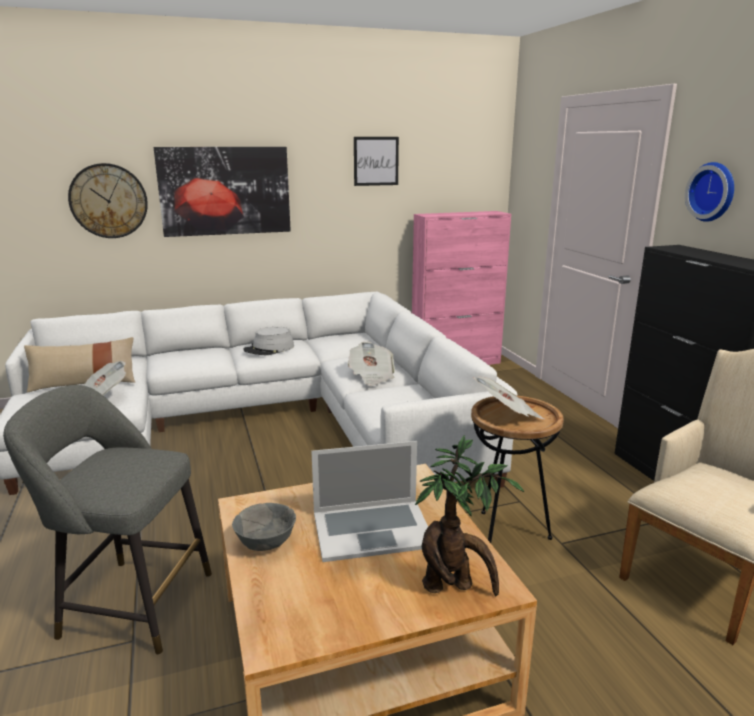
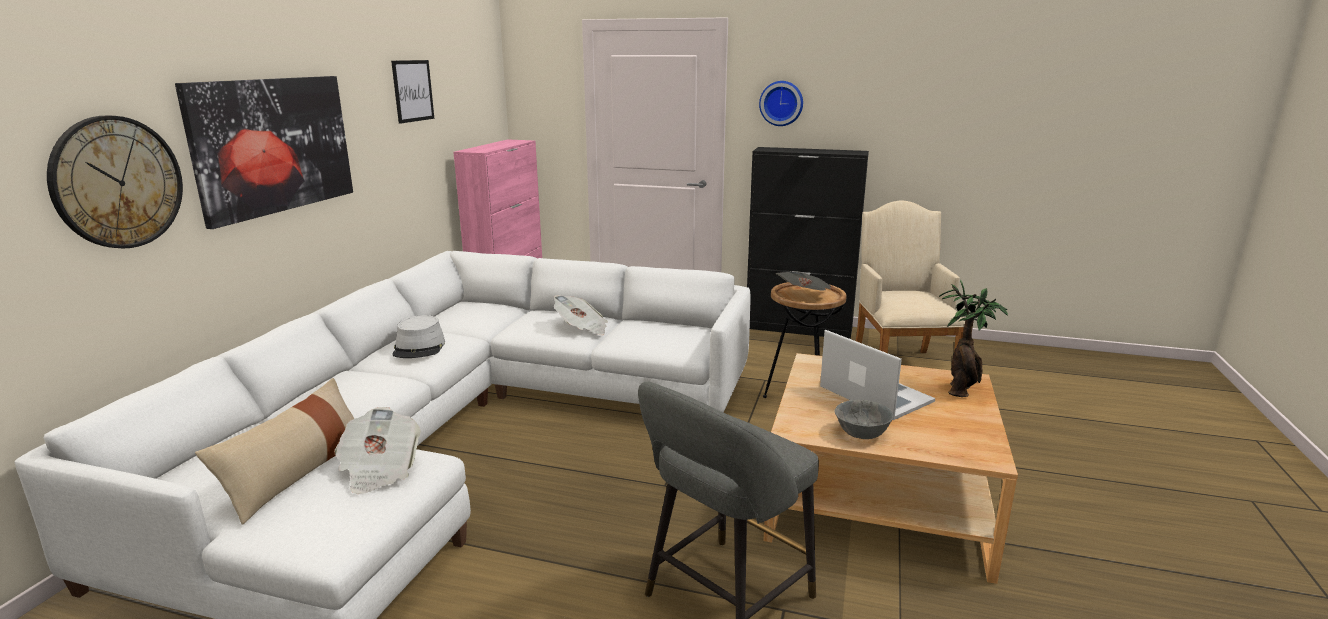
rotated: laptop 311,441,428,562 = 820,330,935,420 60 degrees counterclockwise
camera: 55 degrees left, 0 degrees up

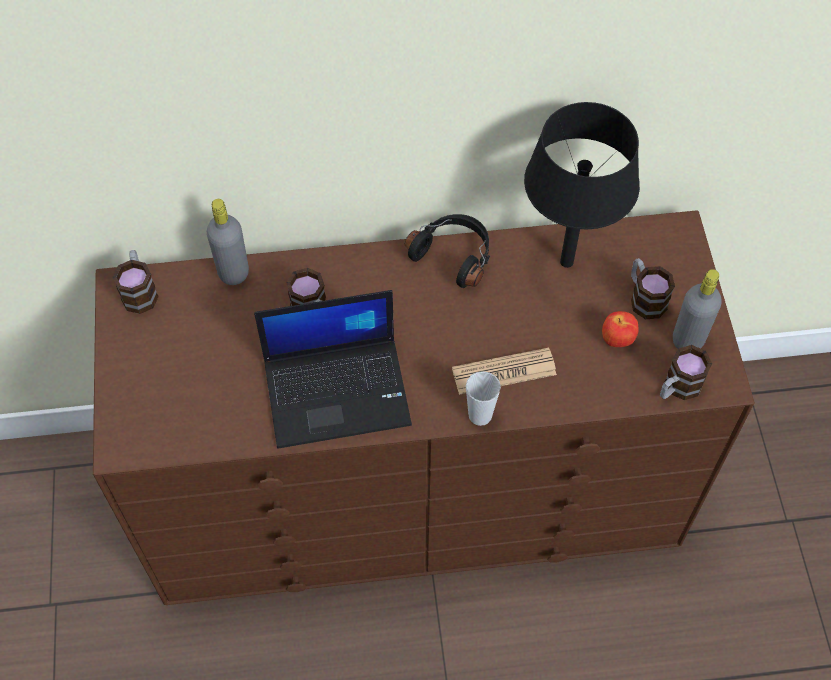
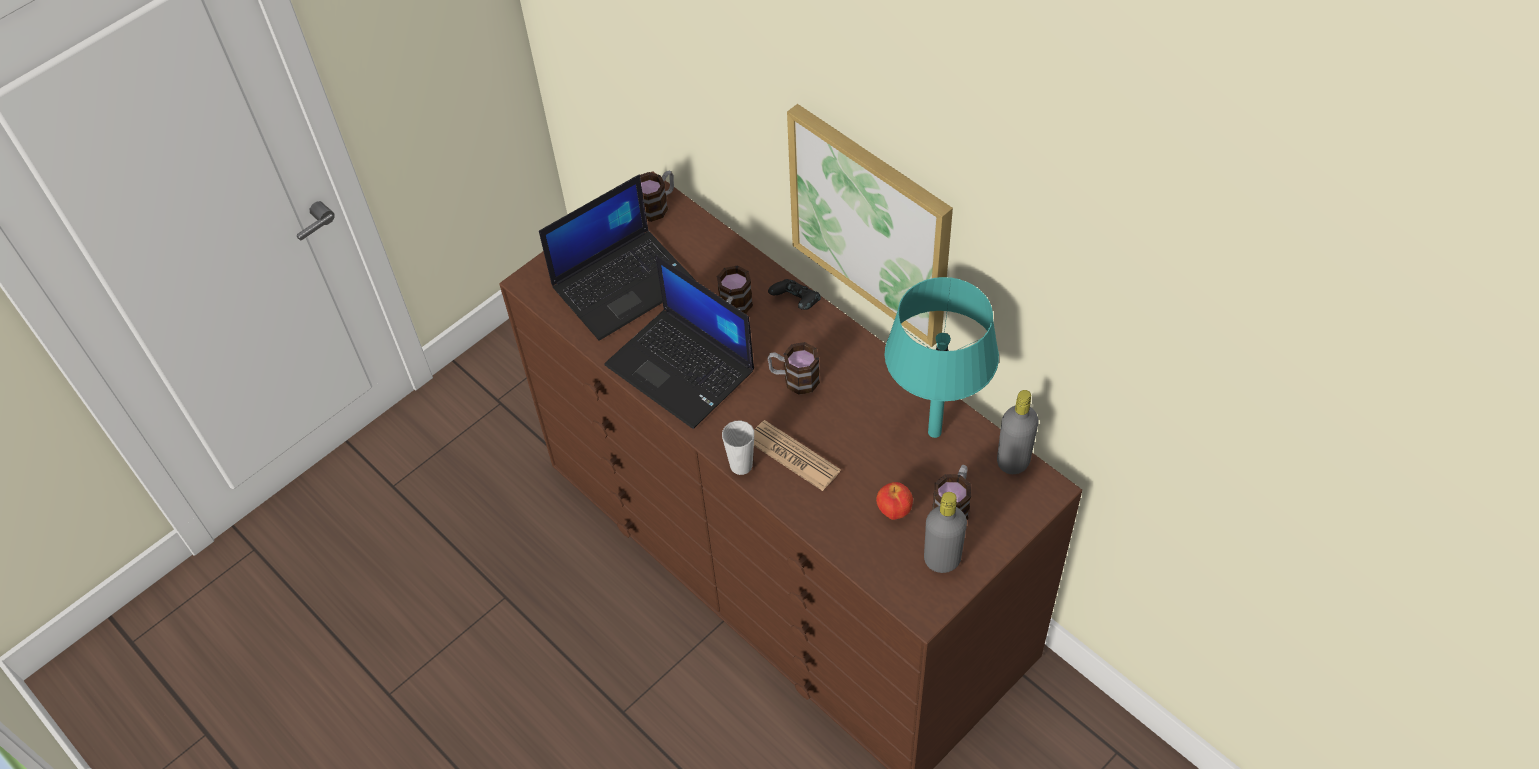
gone: black headphones 405,214,490,288
new: laptop 539,175,696,341; black game controller 768,279,821,310; picture 787,104,953,347
shifted: mug 660,345,712,400 to 768,342,820,394; grey bottle 207,199,249,285 to 997,390,1039,474
repainted: black table lamp 524,102,640,268 to turquoise table lamp 885,277,999,438
camera: 55 degrees right, 5 degrees down

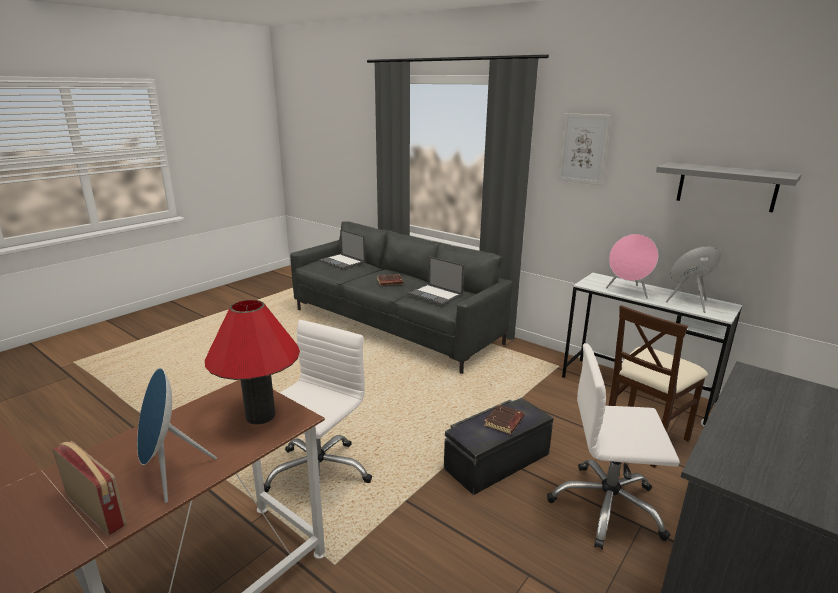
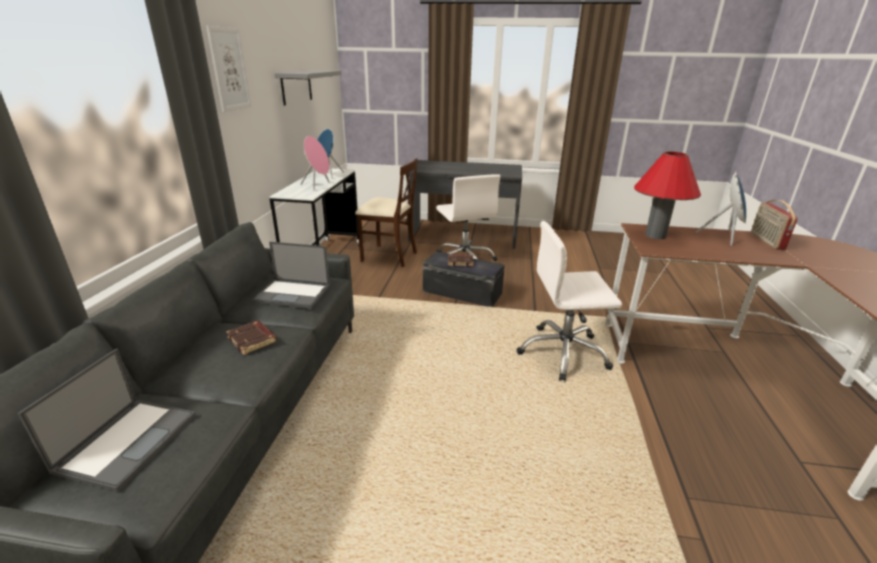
rotated: laptop 408,256,464,306 = 252,241,330,309 90 degrees clockwise
camera: 120 degrees left, 5 degrees up

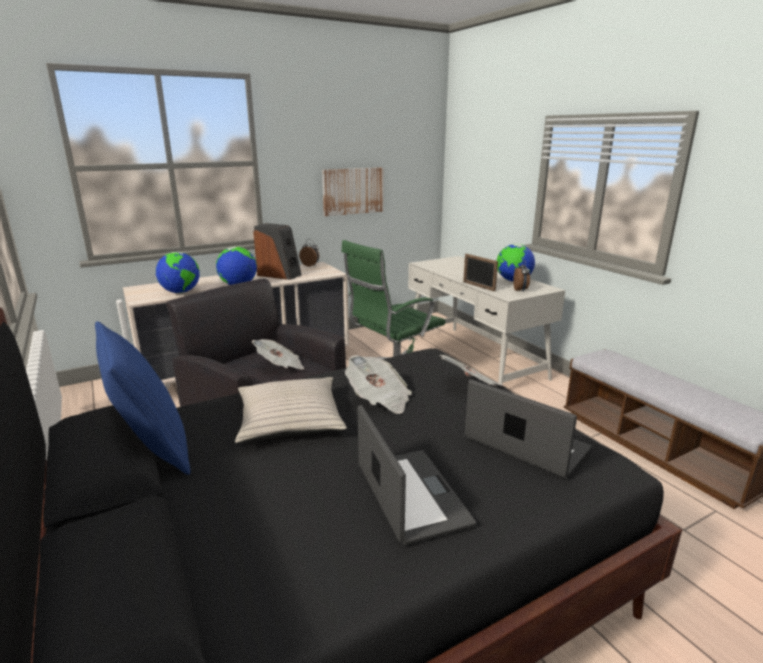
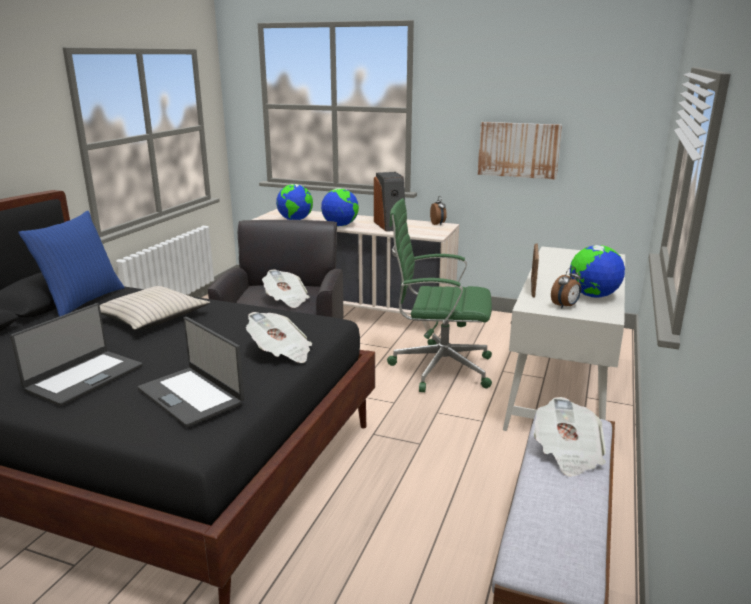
shifted: newspaper 345,355,412,414 to 534,397,606,477
rotated: laptop 465,379,592,478 = 138,317,244,427 135 degrees clockwise
camera: 50 degrees right, 0 degrees up

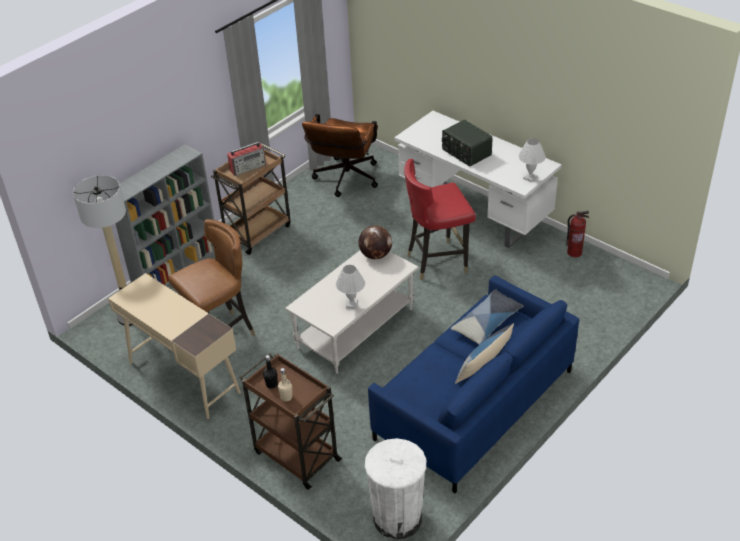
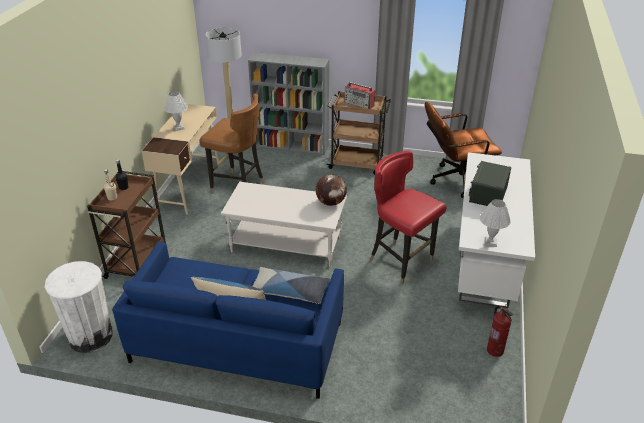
shifted: white table lamp 336,265,365,309 to 164,91,188,131
camera: 60 degrees right, 5 degrees down

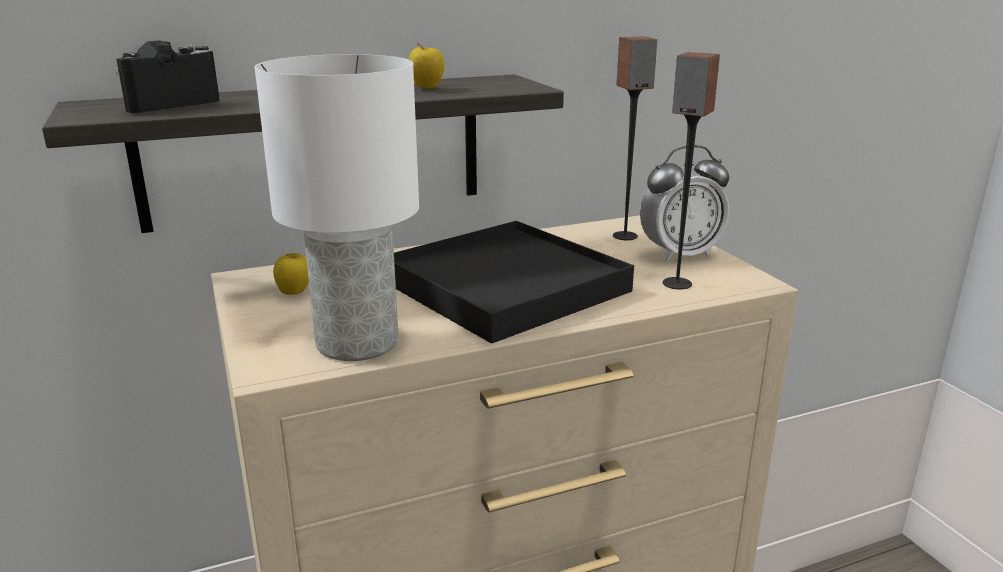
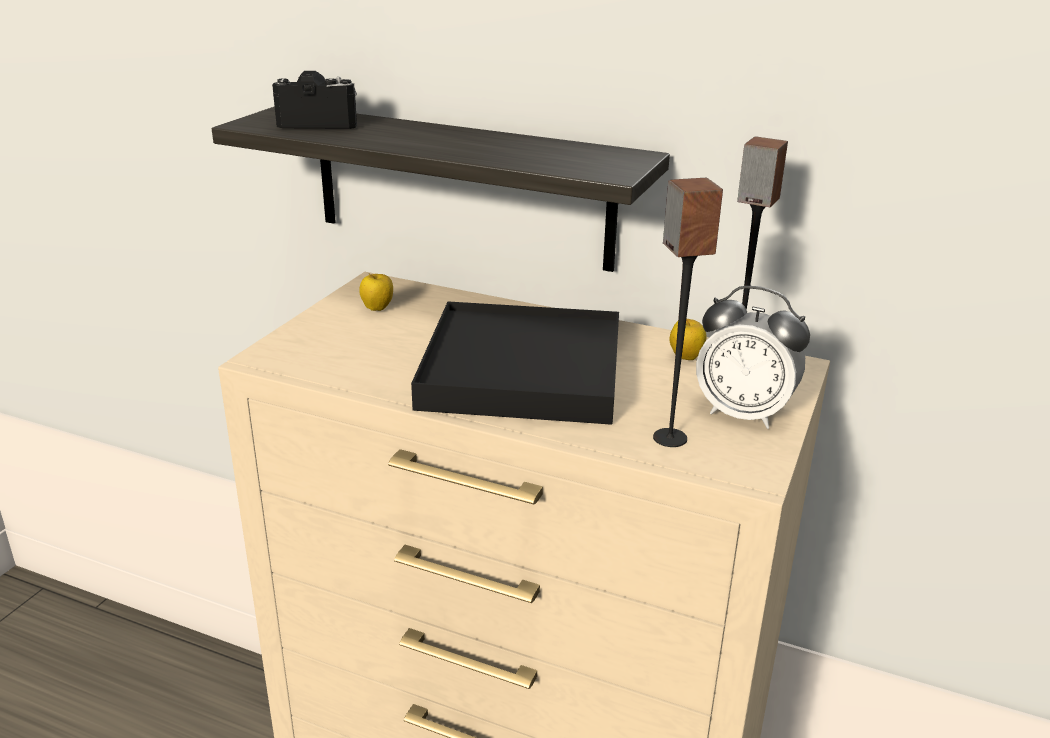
gone: white table lamp 255,54,419,361
shifted: apple 409,43,444,89 to 669,319,706,360
camera: 45 degrees right, 5 degrees up

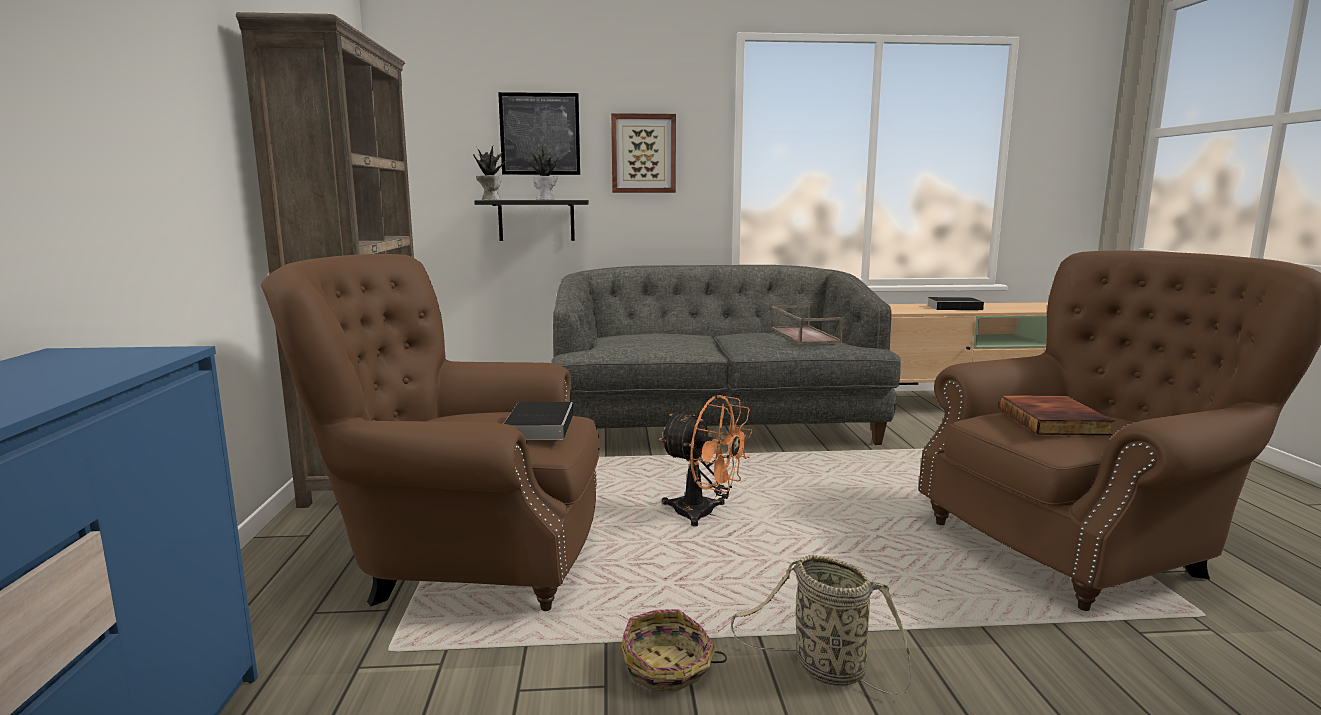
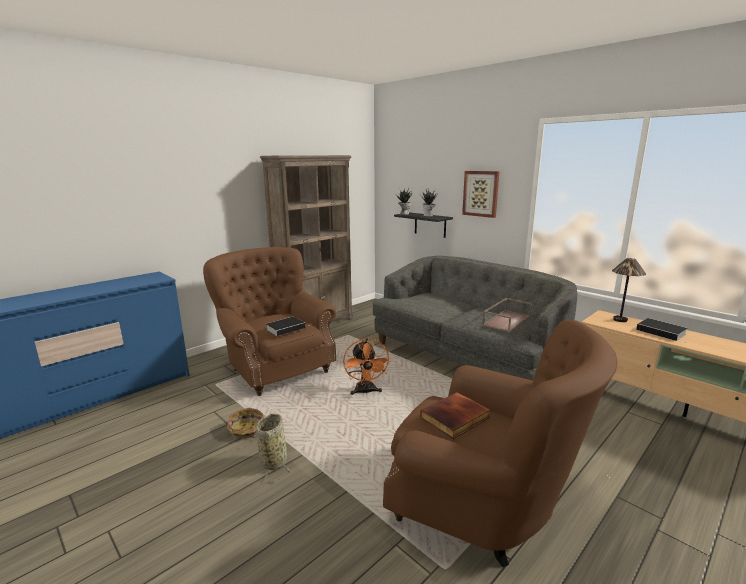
gone: picture 498,92,580,175
new: table lamp 612,258,646,322
camera: 50 degrees right, 5 degrees up

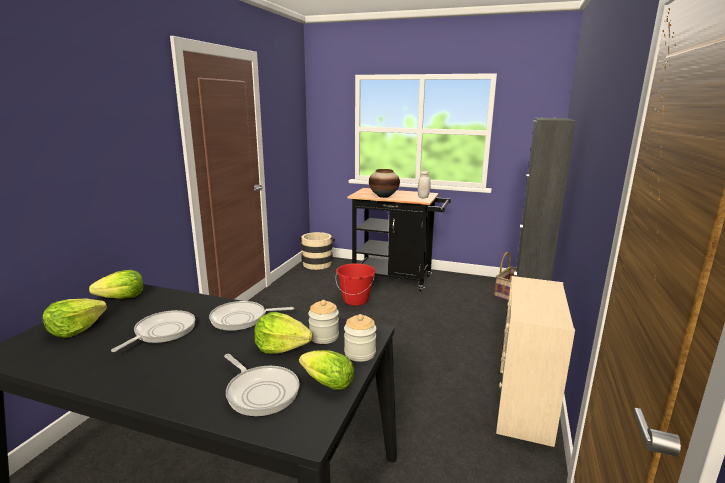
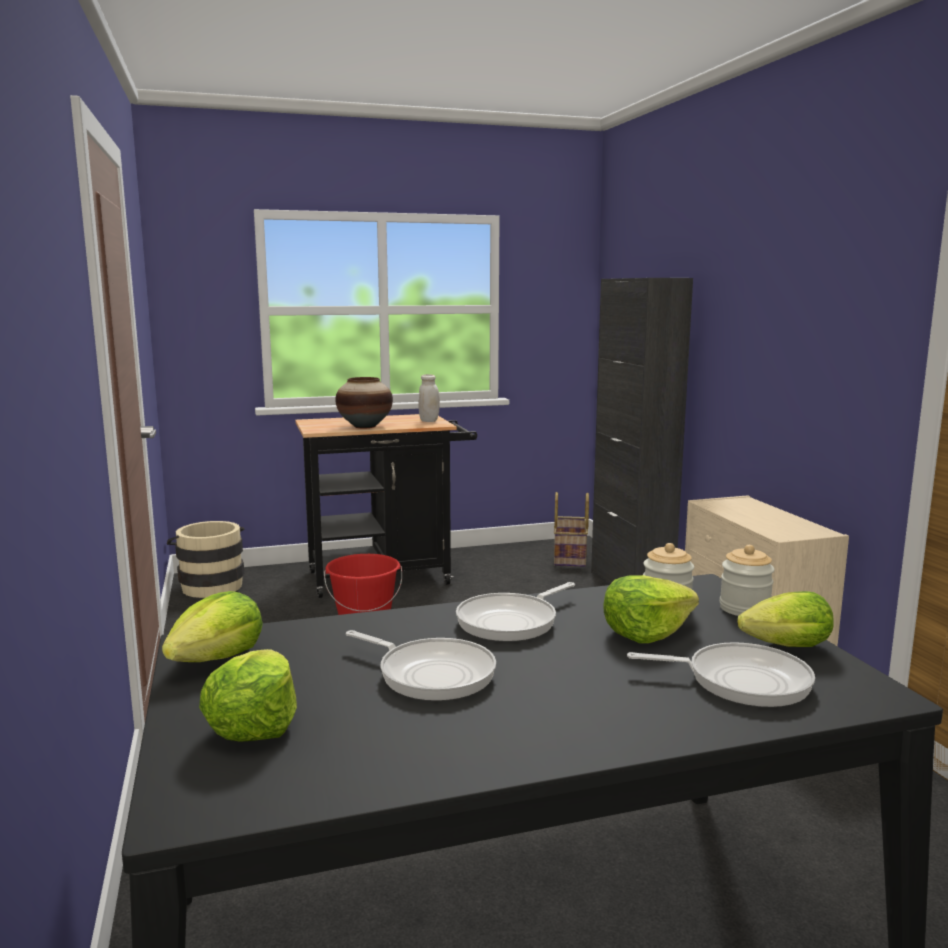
rotated: frying pan 111,310,195,352 = 346,630,496,701 135 degrees clockwise
camera: 35 degrees left, 5 degrees down

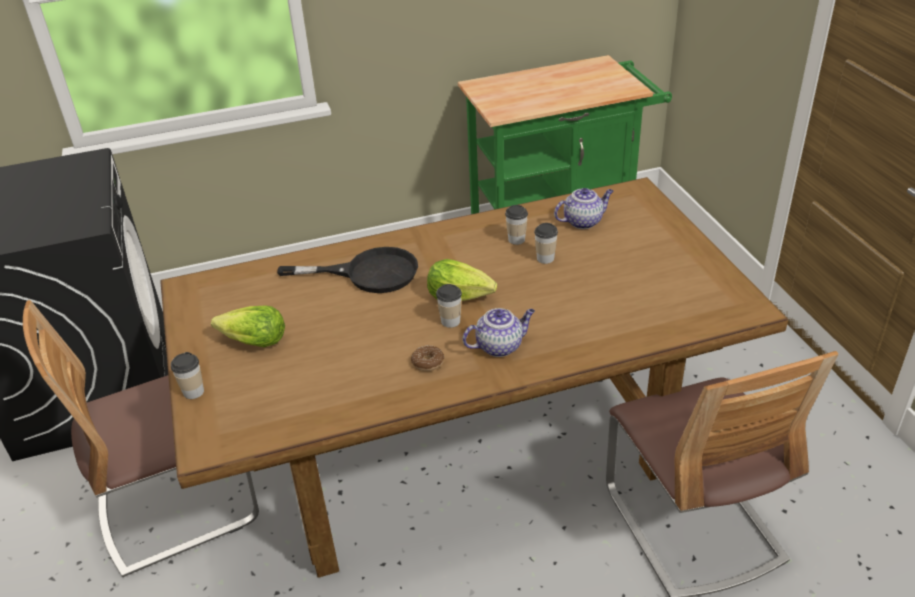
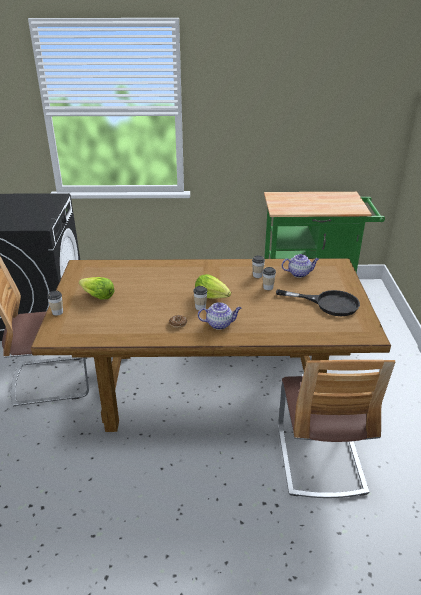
shifted: black frying pan 277,247,418,293 to 276,289,360,316
camera: 15 degrees right, 5 degrees down

